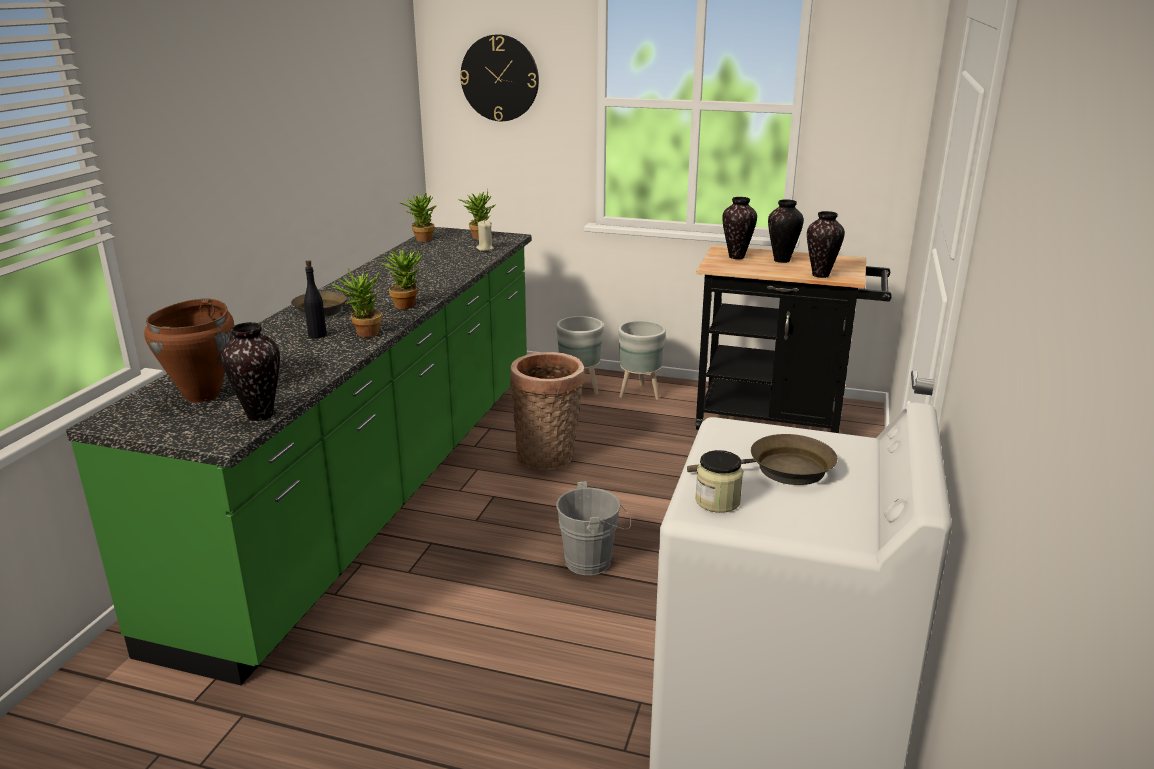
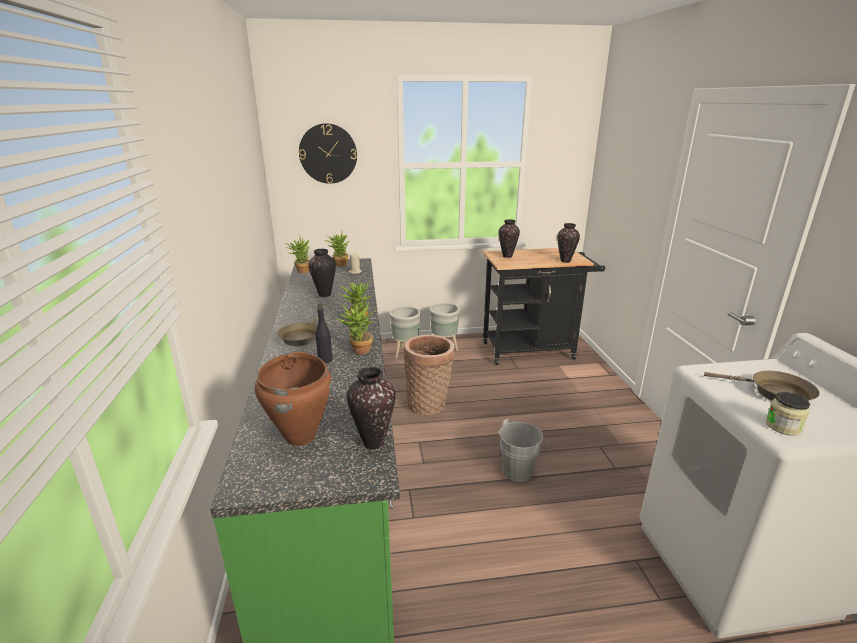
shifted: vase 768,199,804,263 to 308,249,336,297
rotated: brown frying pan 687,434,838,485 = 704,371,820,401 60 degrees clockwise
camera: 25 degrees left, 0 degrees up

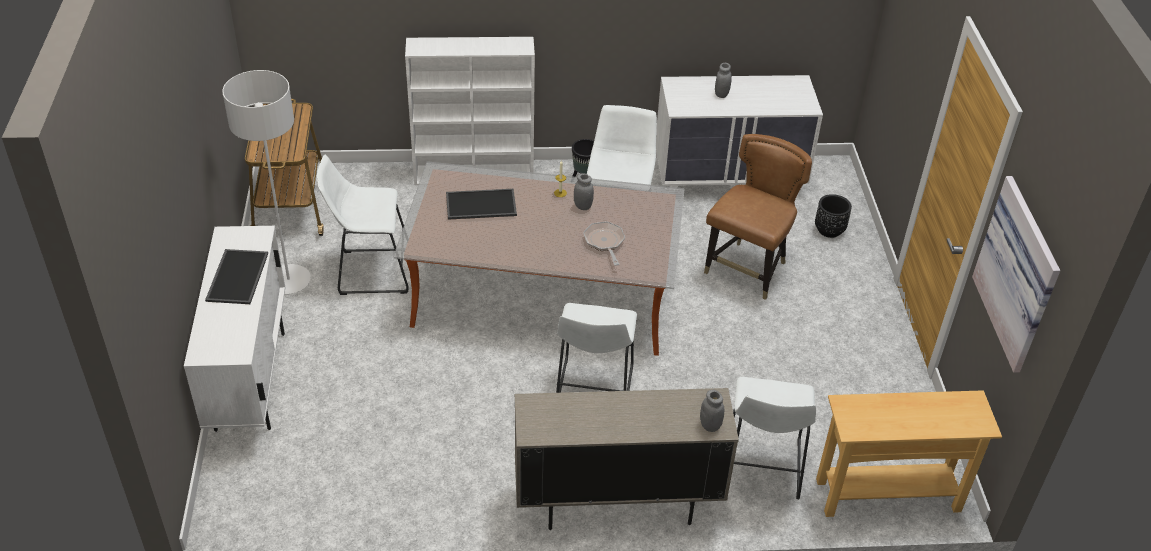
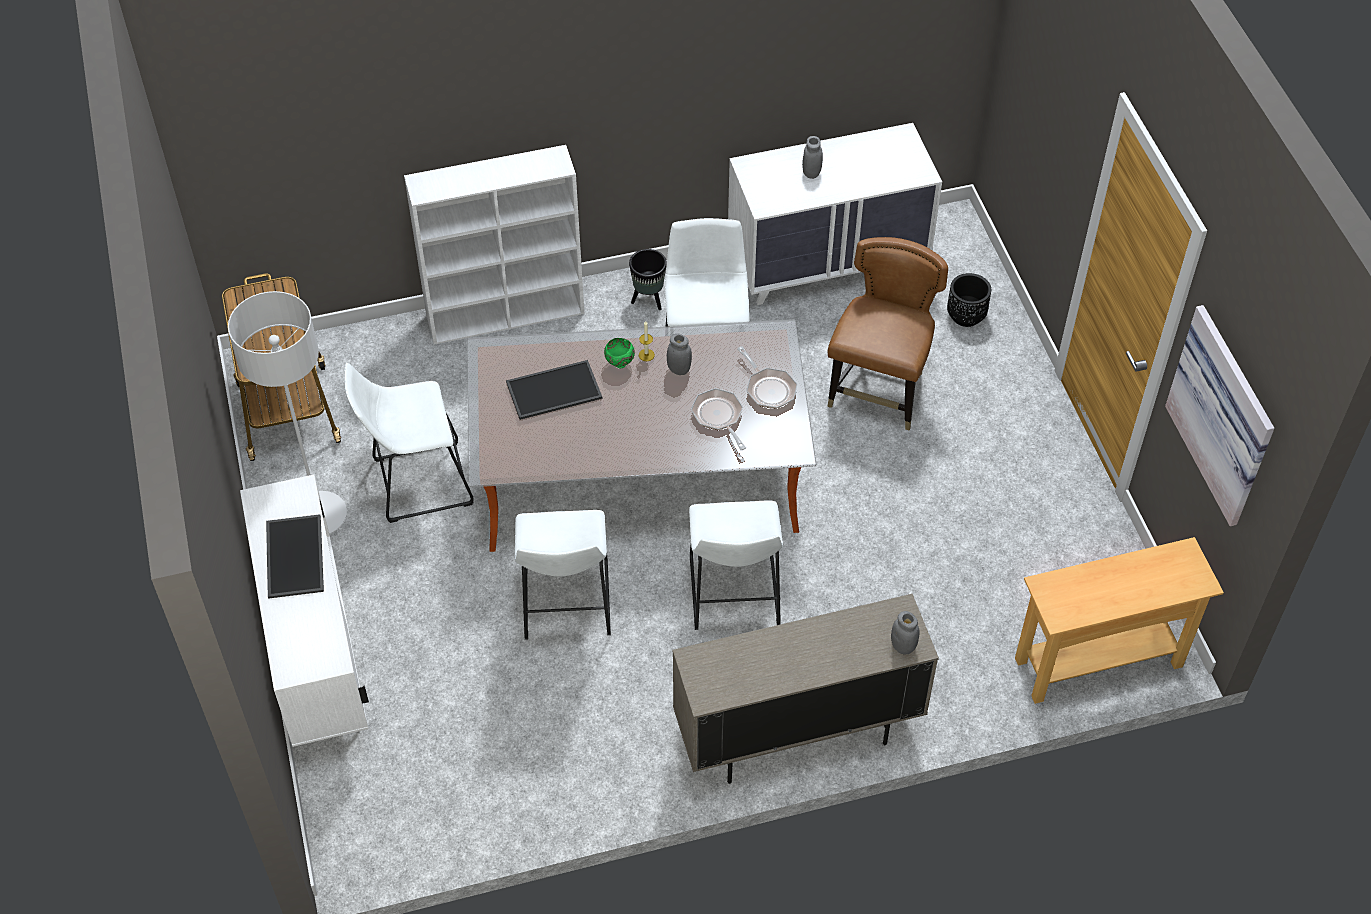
new: green bowl 604,338,635,368; frying pan 737,346,797,409
shifted: white stool 733,377,816,499 to 515,510,611,639
camera: 10 degrees left, 10 degrees up

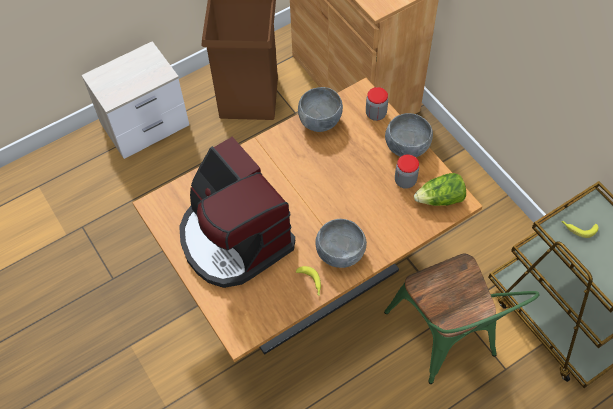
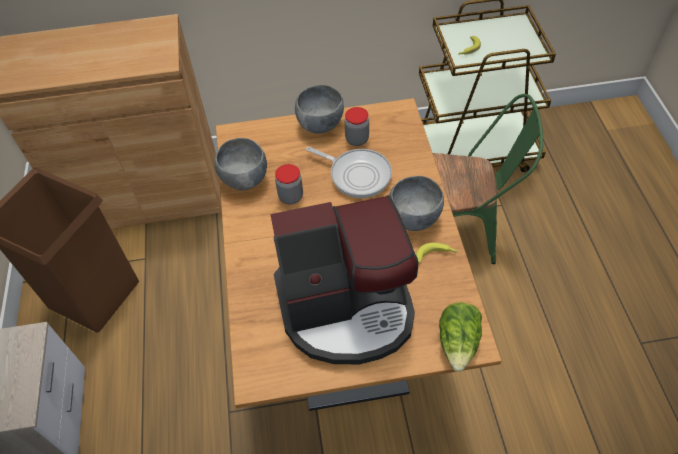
new: frying pan 306,147,392,198
shifted: jar 366,87,388,121 to 275,164,303,204; lettuce 414,173,466,206 to 439,303,482,372
camera: 65 degrees left, 5 degrees down

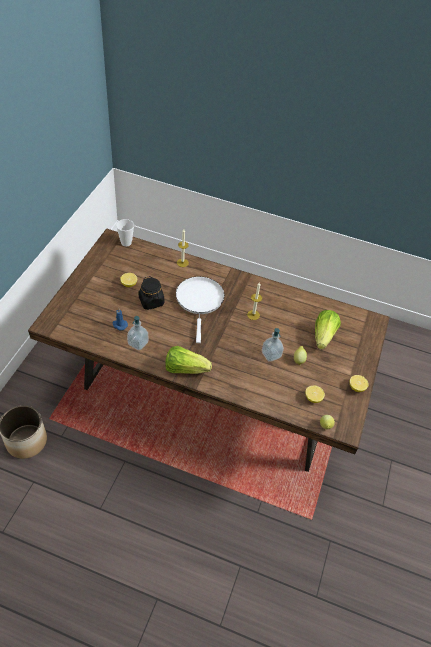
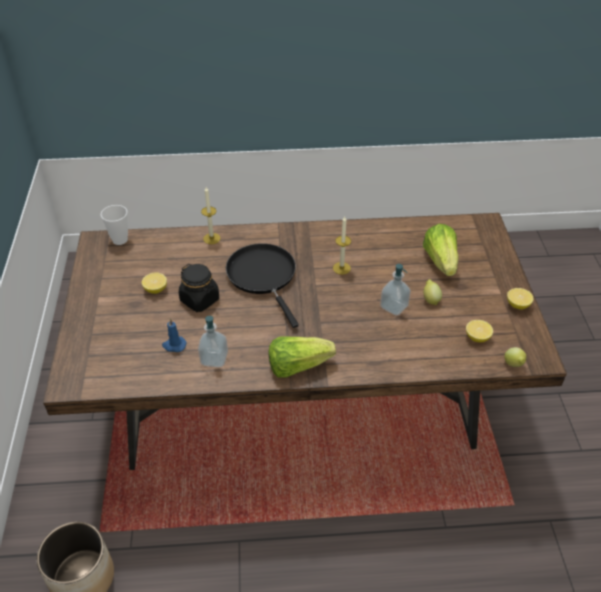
repainted: white frying pan 176,277,225,343 to black frying pan 226,243,299,328
camera: 20 degrees left, 5 degrees down

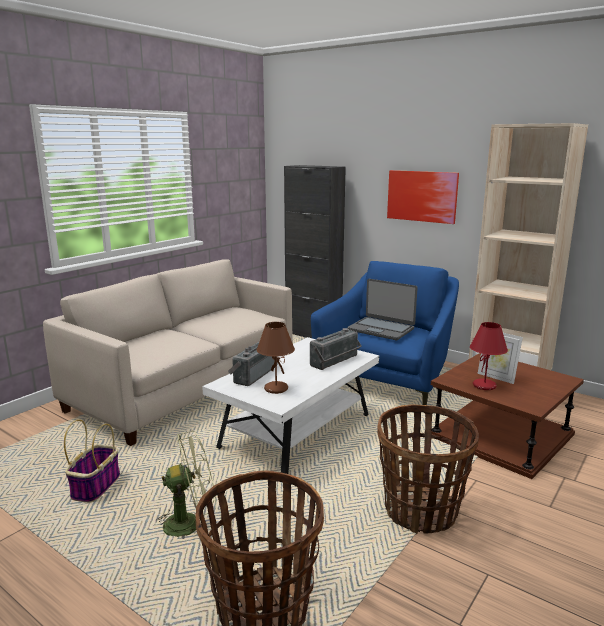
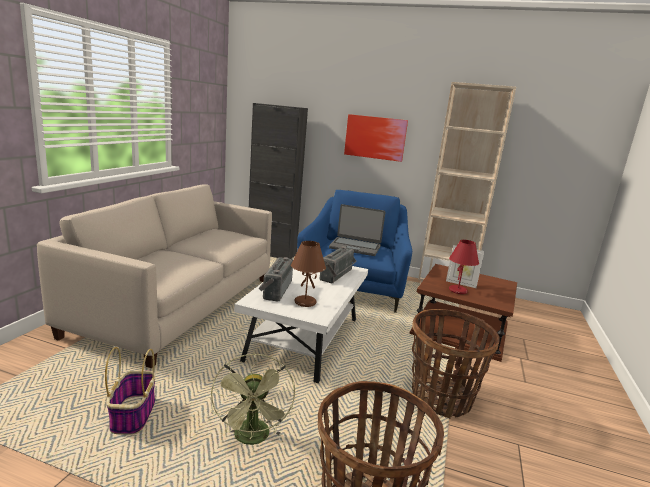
rotated: green fan 156,431,216,539 = 211,354,295,445 120 degrees clockwise
camera: 20 degrees left, 0 degrees up

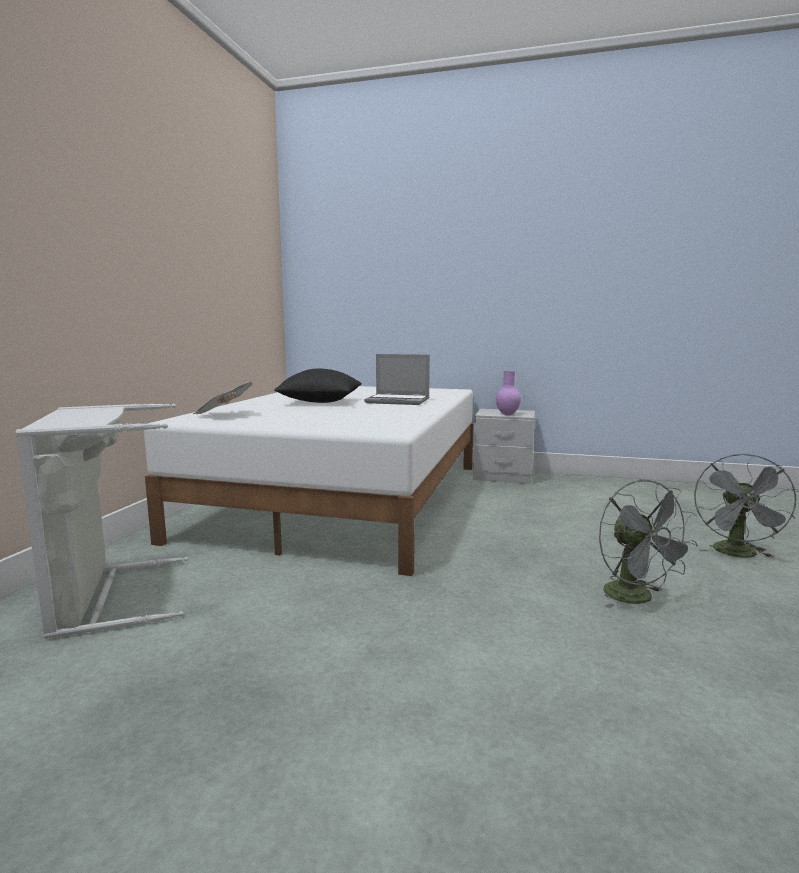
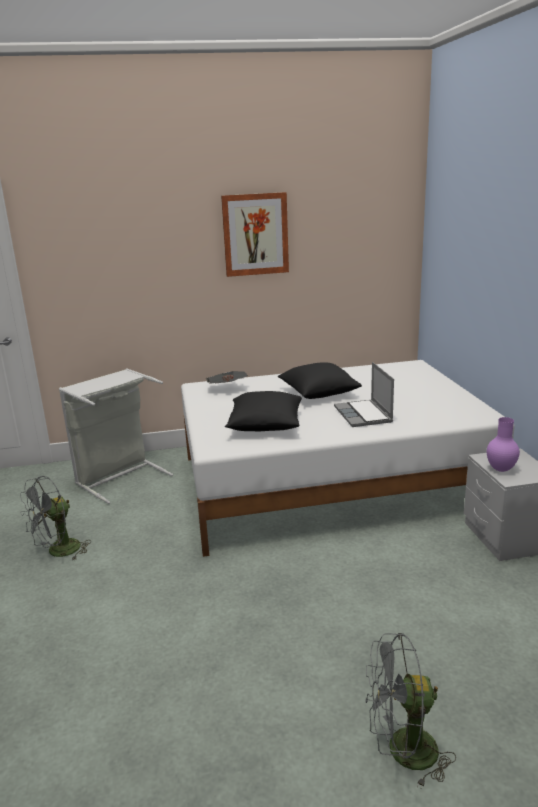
new: picture 221,192,289,277; black pillow 225,391,302,431
shifted: grey fan 599,479,698,608 to 20,476,91,560
camera: 65 degrees right, 10 degrees up

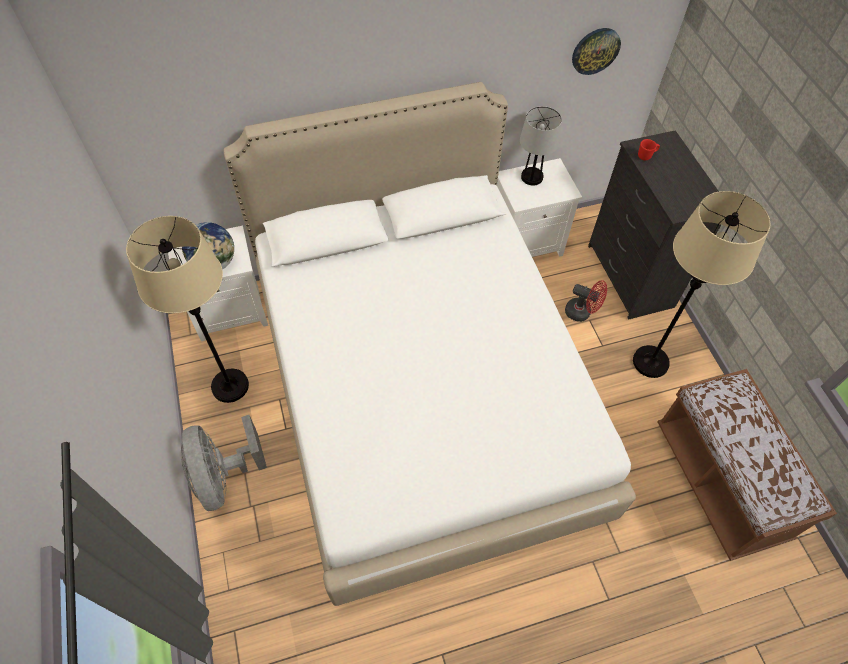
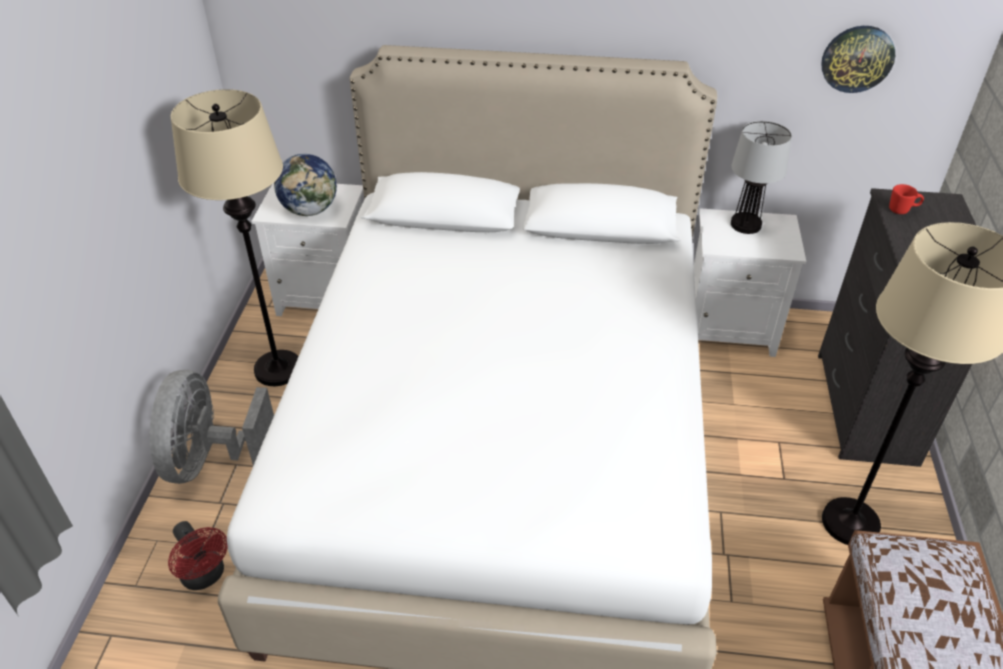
shifted: red fan 565,280,607,322 to 168,521,228,590
camera: 25 degrees right, 15 degrees down

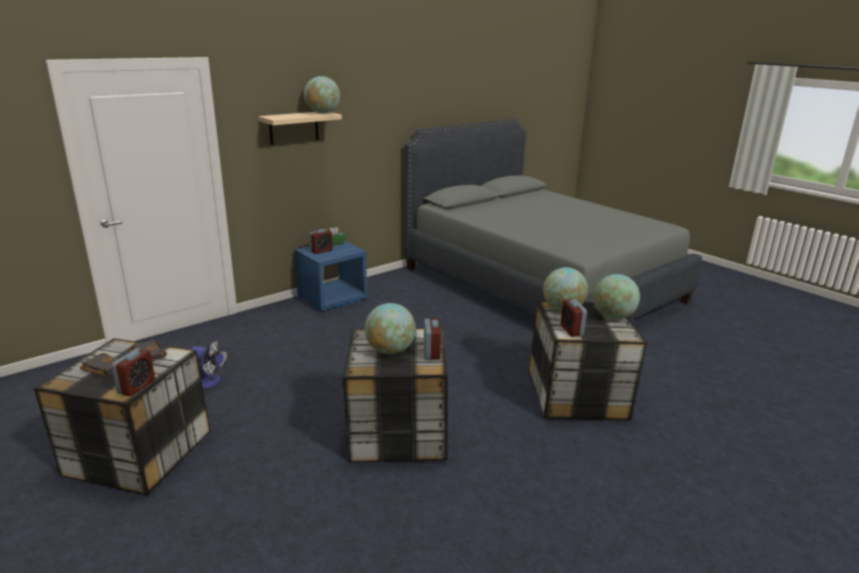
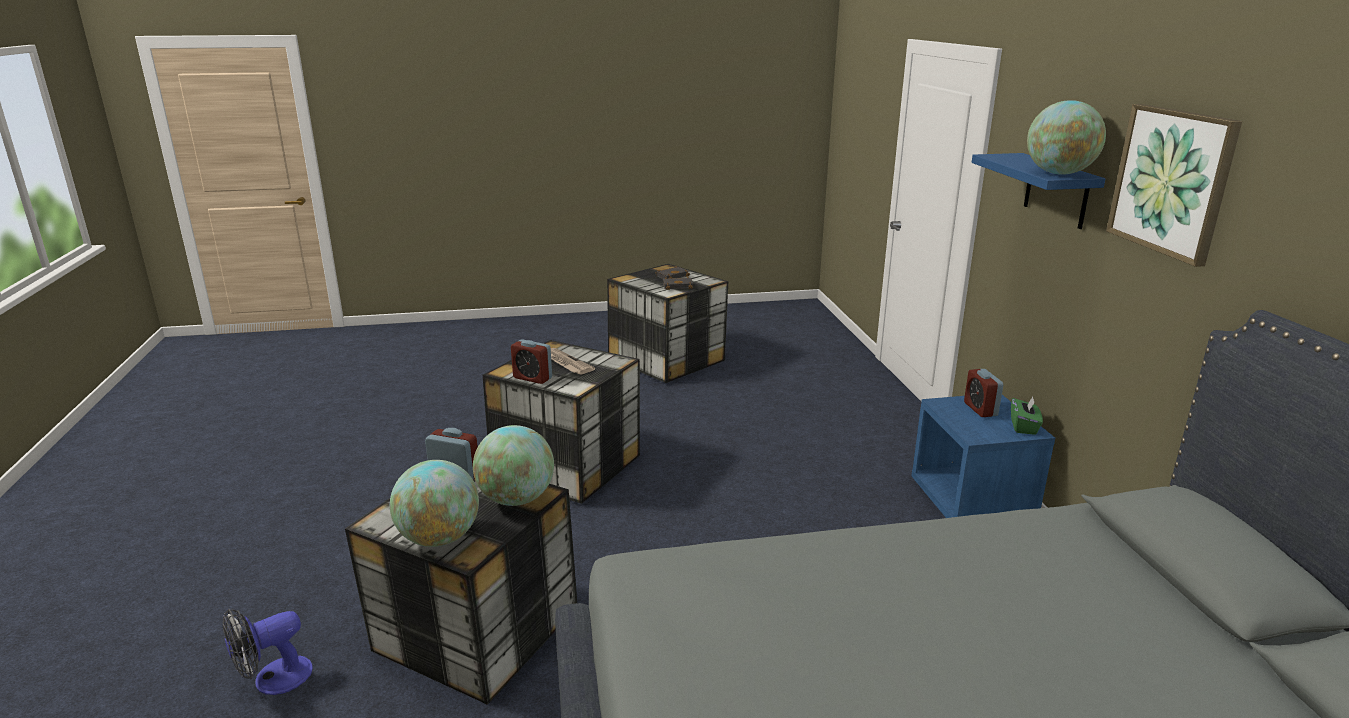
gone: alarm clock 111,348,155,396
new: picture 1106,104,1242,267
shifted: fan 191,339,229,388 to 223,609,313,695
swapped: globe 365,303,416,354 to newspaper 551,348,595,374
repainted: beige shelf 258,112,342,145 to blue shelf 972,153,1106,229
camera: 120 degrees right, 0 degrees up

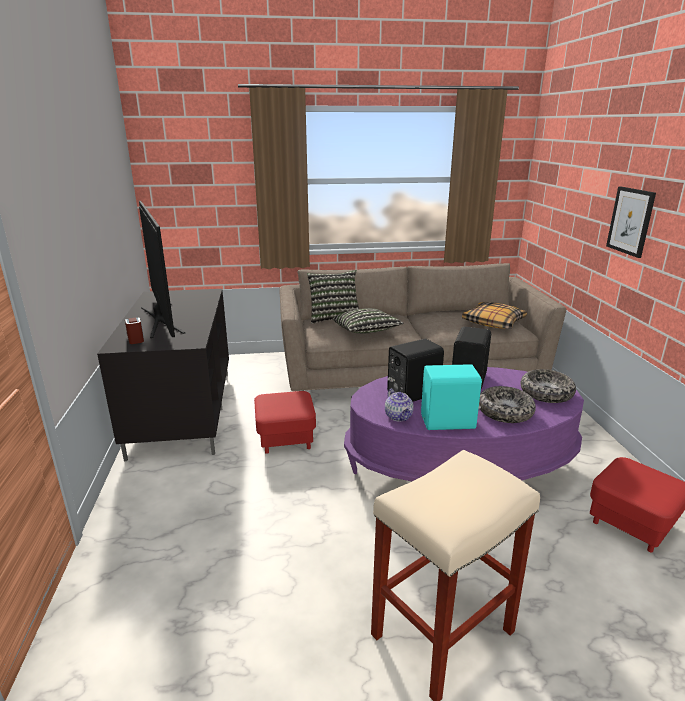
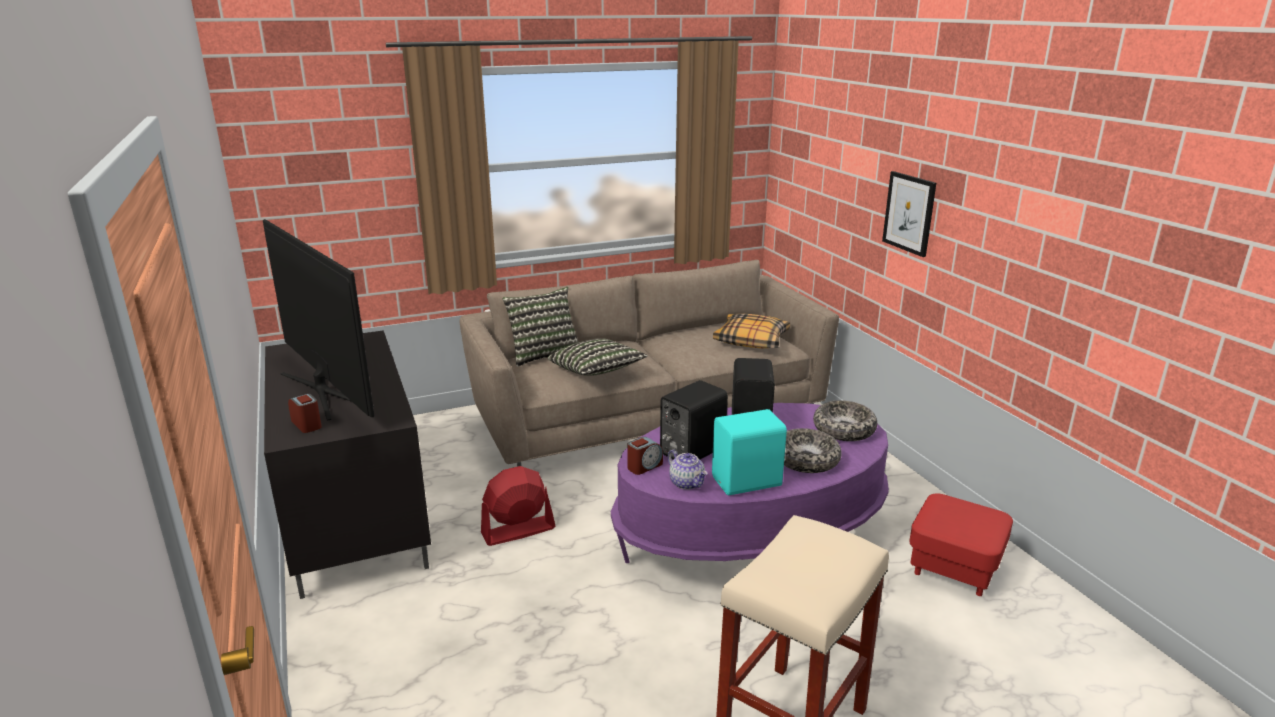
new: alarm clock 627,437,663,475
swapped: red ottoman 254,391,316,454 to red fan 481,466,556,546
camera: 15 degrees left, 0 degrees up

